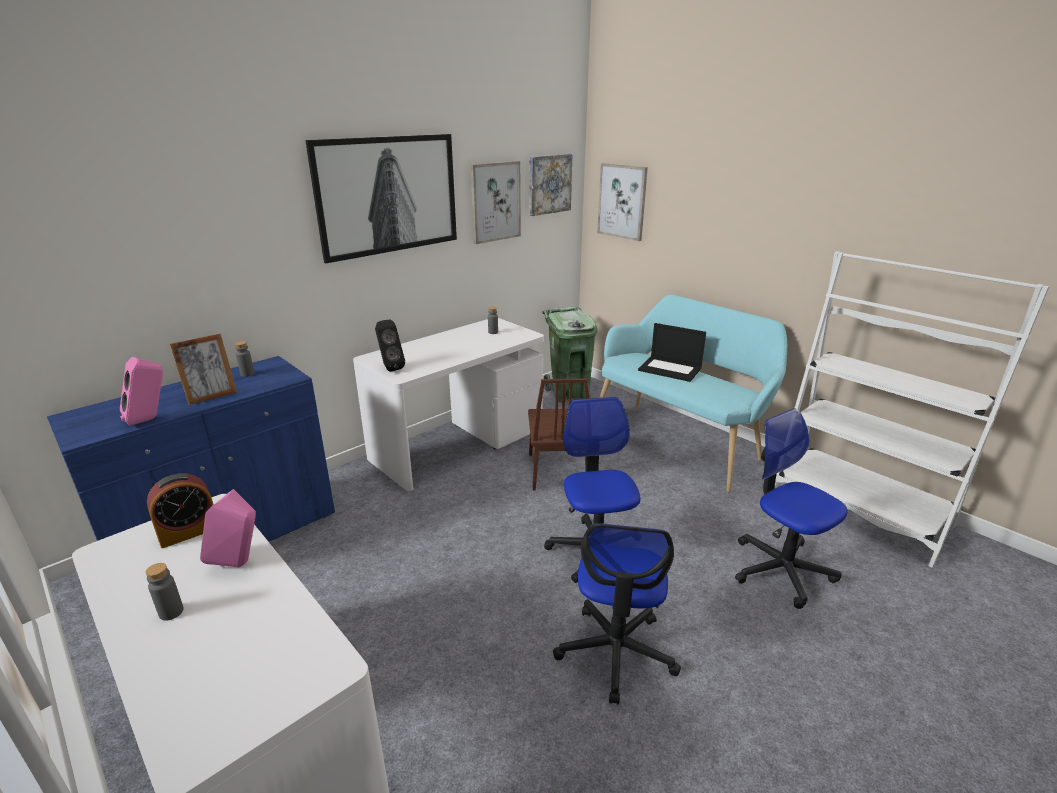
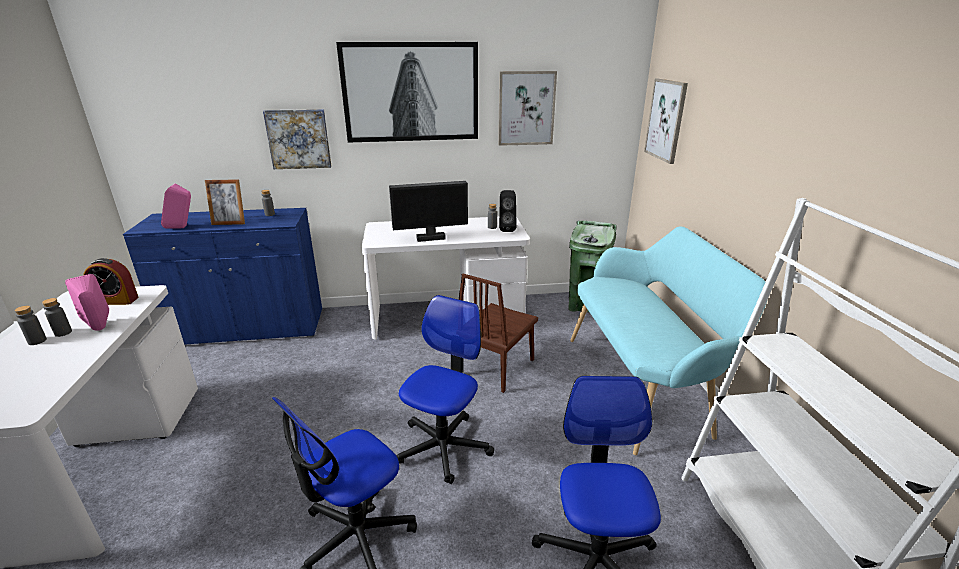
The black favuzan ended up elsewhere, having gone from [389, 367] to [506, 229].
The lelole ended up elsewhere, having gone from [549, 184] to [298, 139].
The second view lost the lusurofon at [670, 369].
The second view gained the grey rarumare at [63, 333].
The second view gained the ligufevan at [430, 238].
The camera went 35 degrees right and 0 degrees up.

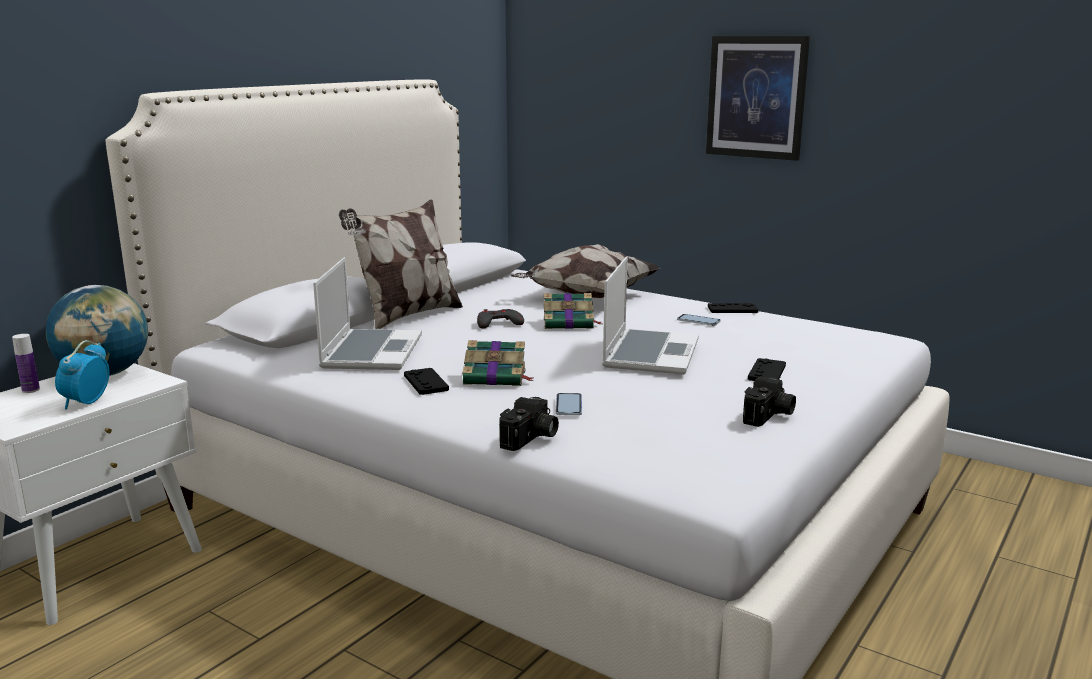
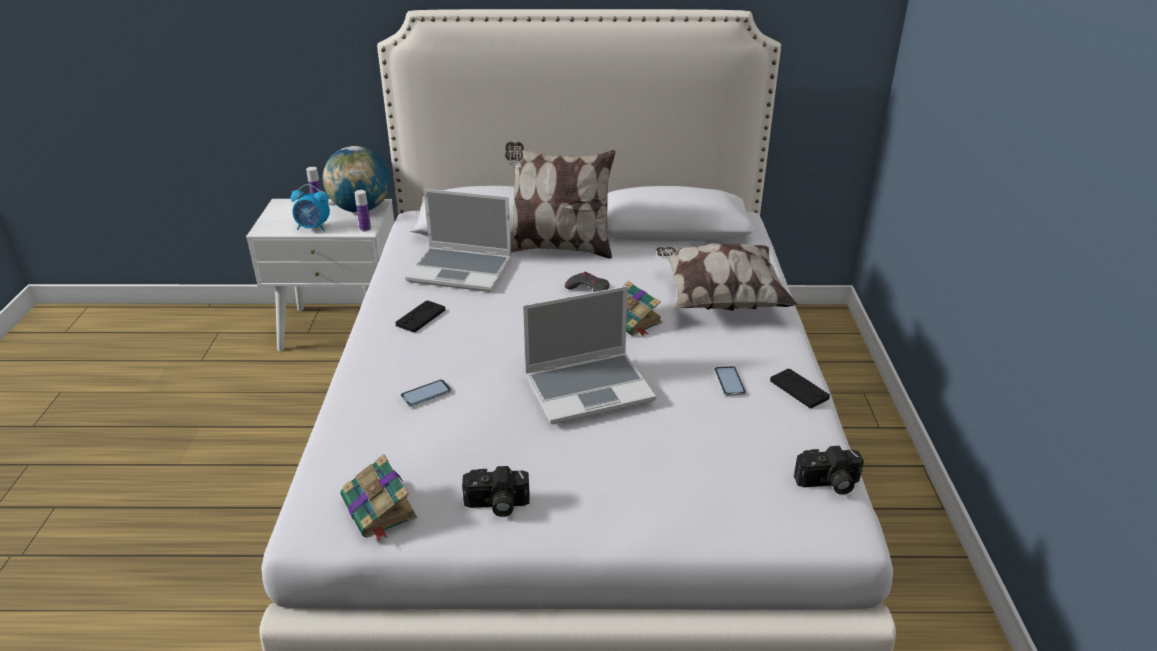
The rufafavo at [86, 403] ended up facing another way, 150 degrees counterclockwise from before.
The lusurofon at [371, 352] ended up facing another way, 45 degrees clockwise from before.
The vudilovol ended up elsewhere, having gone from [496, 377] to [379, 509].
The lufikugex ended up elsewhere, having gone from [531, 438] to [828, 484].
The second view lost the lelole at [756, 97].
The second view lost the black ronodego at [767, 372].
The second view gained the rarumare at [365, 229].
The camera went 55 degrees right and 15 degrees up.

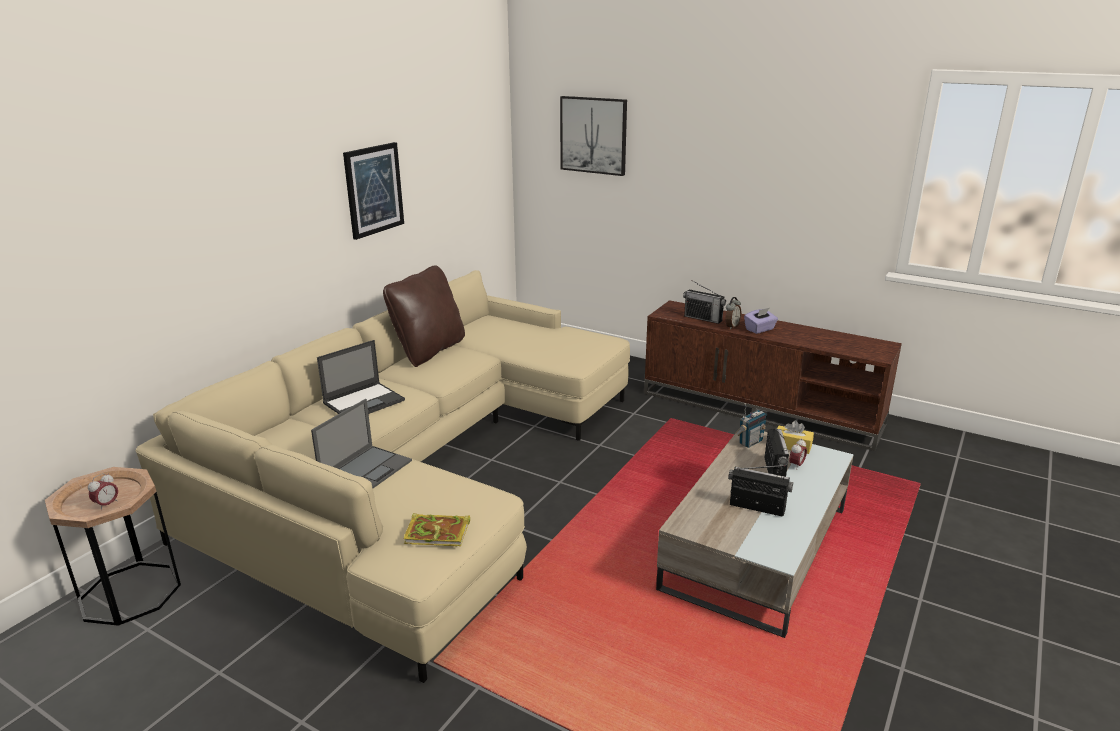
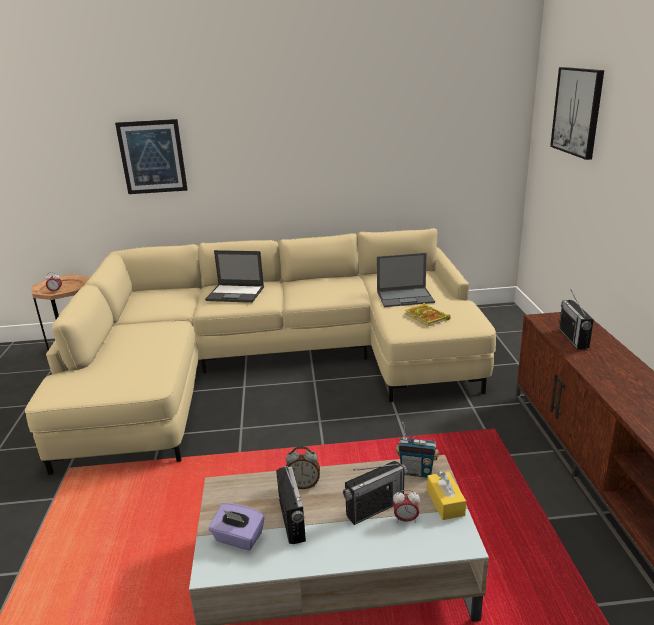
The lusurofon ended up elsewhere, having gone from [366, 470] to [406, 297].
The lelole ended up elsewhere, having gone from [373, 190] to [152, 157].
The second view lost the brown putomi at [429, 351].
The vudilovol ended up elsewhere, having gone from [439, 533] to [427, 317].
The rufafavo ended up elsewhere, having gone from [731, 326] to [303, 484].
The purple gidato ended up elsewhere, having gone from [760, 329] to [238, 538].
The camera went 55 degrees right and 0 degrees up.

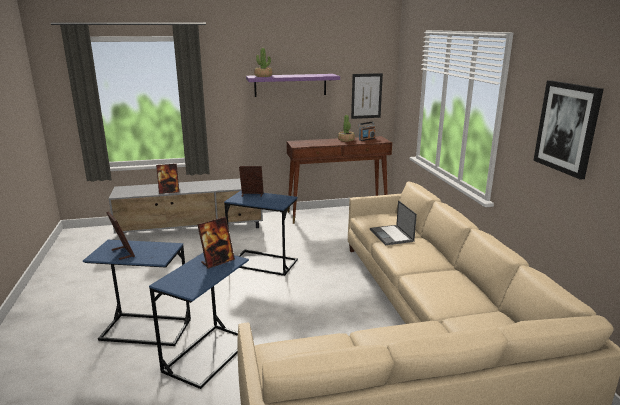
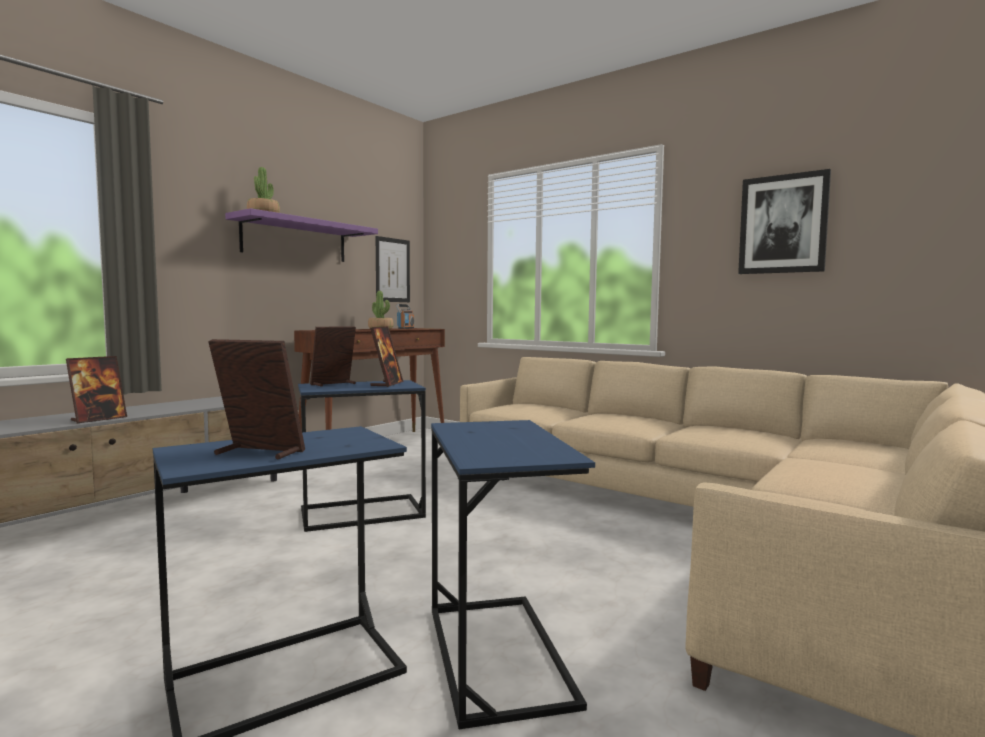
The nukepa ended up elsewhere, having gone from [217, 261] to [387, 384].
The second view lost the lusurofon at [392, 235].
The camera went 40 degrees left and 15 degrees down.

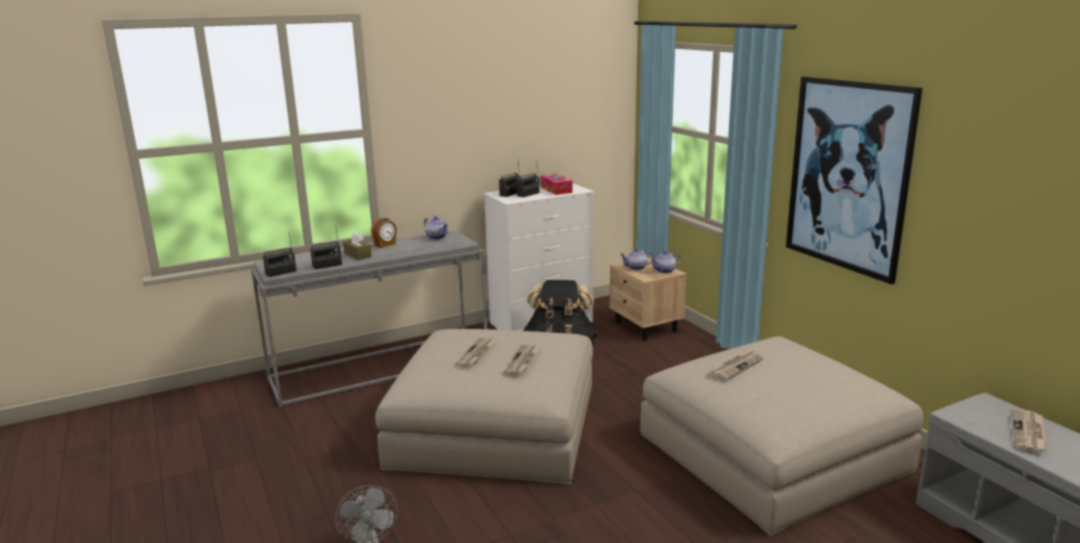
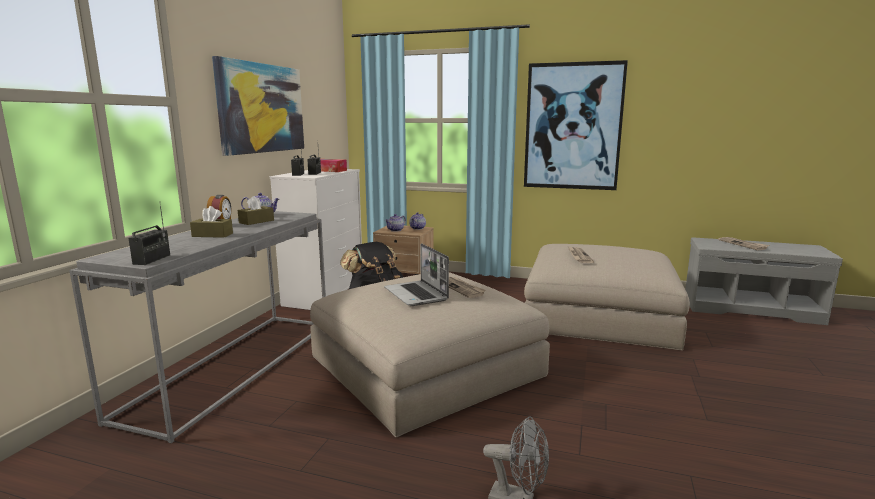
The second view lost the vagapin at [327, 265].
Where the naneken stood at [477, 354], the lusurofon came to stand at [417, 295].
The second view gained the lelole at [262, 108].
The second view gained the brown gidato at [256, 221].
The camera went 45 degrees left and 5 degrees down.

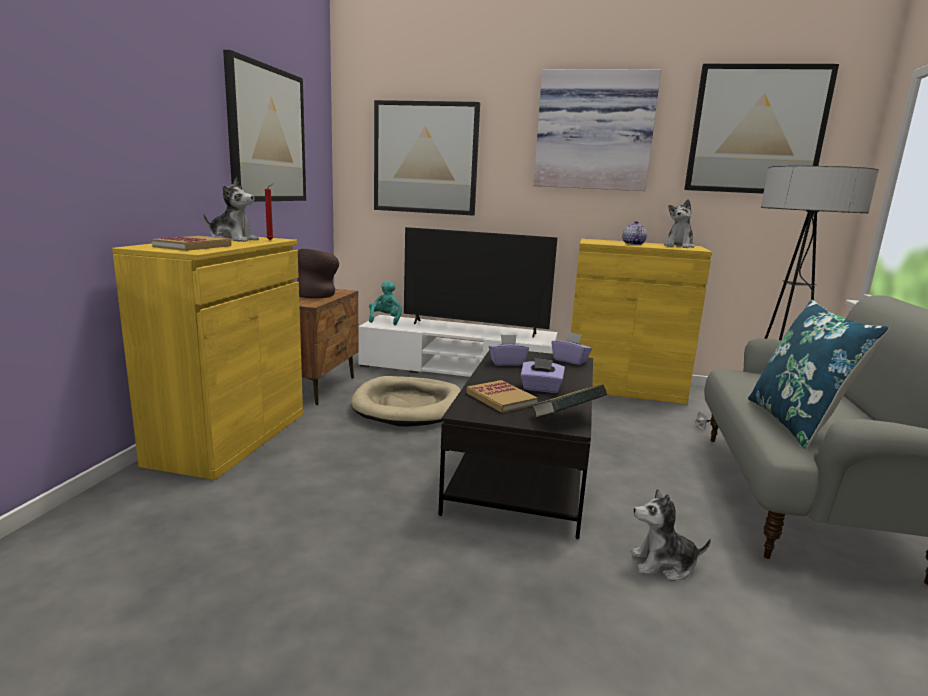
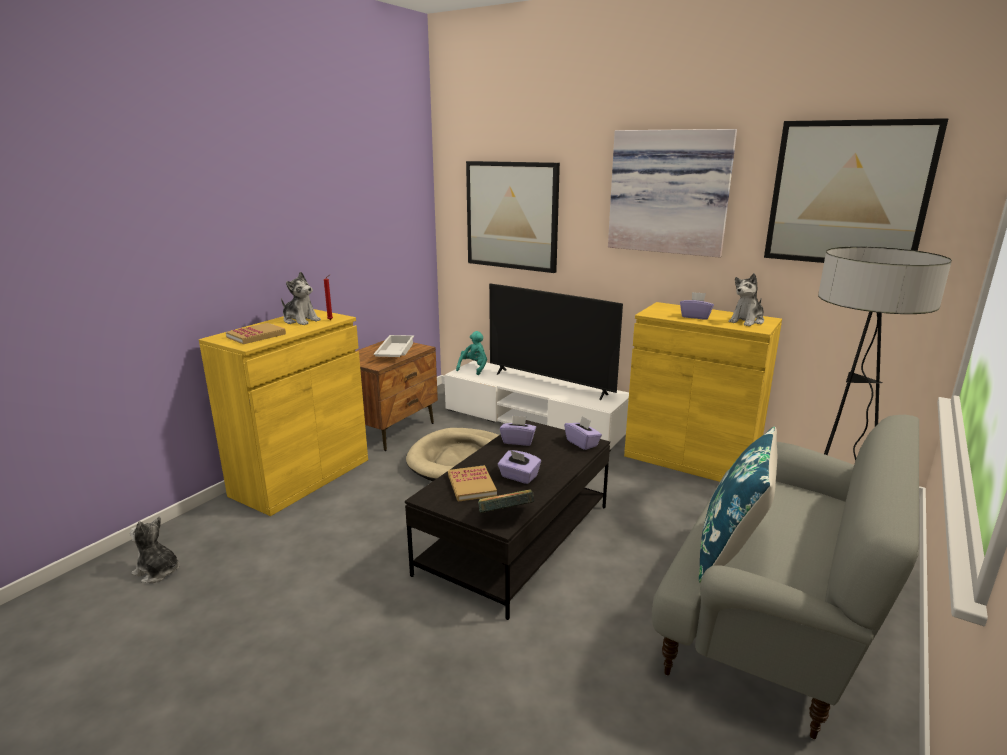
The second view lost the lelole at [267, 135].
Where the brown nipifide stood at [317, 295], the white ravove came to stand at [394, 352].
Where the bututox stood at [633, 244], the purple gidato came to stand at [695, 316].
The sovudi ended up elsewhere, having gone from [663, 565] to [158, 571].
The camera went 20 degrees right and 5 degrees up.

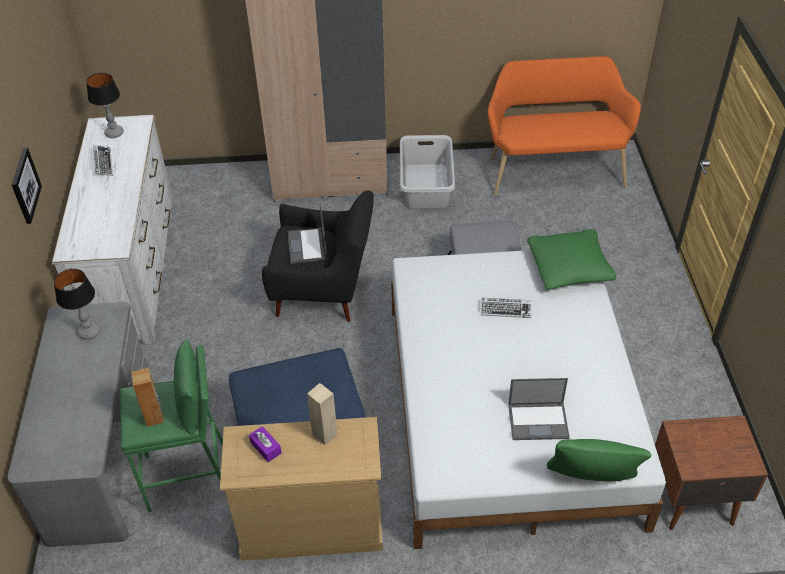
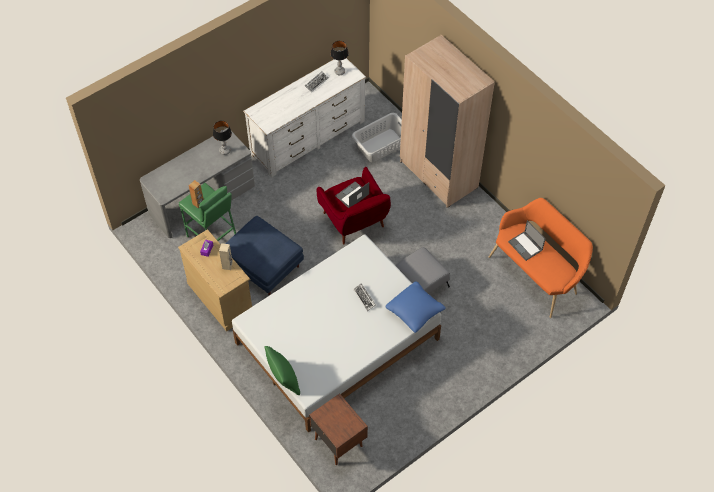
The second view lost the lelole at [25, 185].
What was the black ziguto at [324, 291] turned into the red ziguto at [355, 222].
The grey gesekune ended up elsewhere, having gone from [425, 186] to [381, 145].
The lusurofon ended up elsewhere, having gone from [539, 421] to [525, 246].
What was the green putomi at [569, 268] turned into the blue putomi at [415, 311].
The camera went 55 degrees right and 10 degrees up.

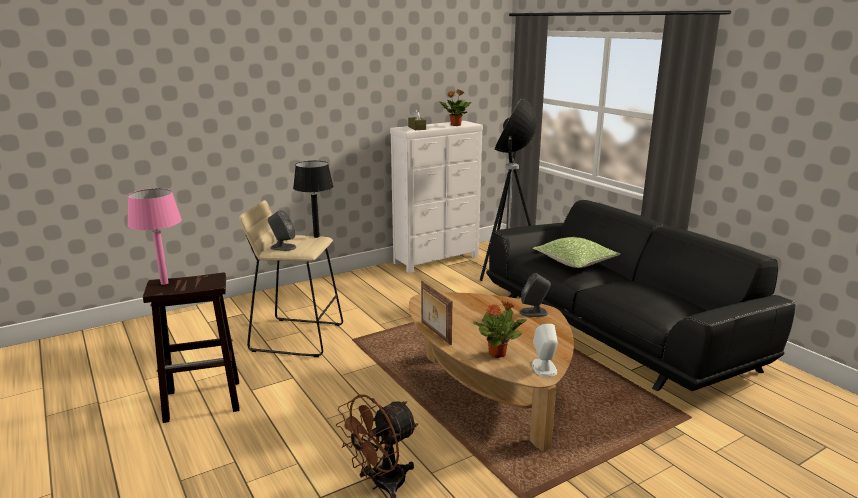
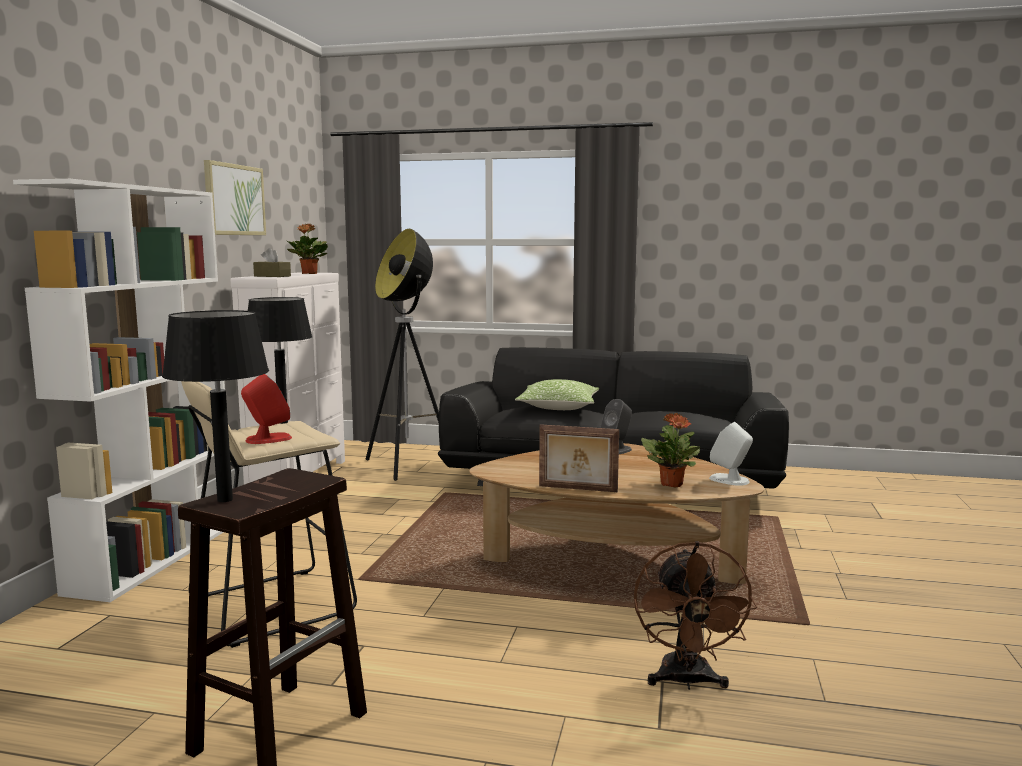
What was the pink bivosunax at [164, 283] turned into the black bivosunax at [225, 500].
What was the grey favuzan at [283, 247] turned into the red favuzan at [268, 439].
The second view gained the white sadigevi at [155, 556].
The second view gained the lelole at [234, 200].
The camera went 45 degrees left and 10 degrees down.

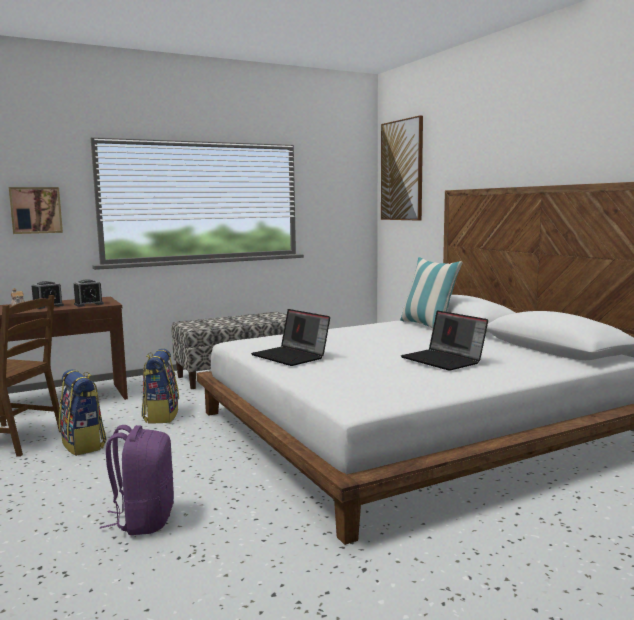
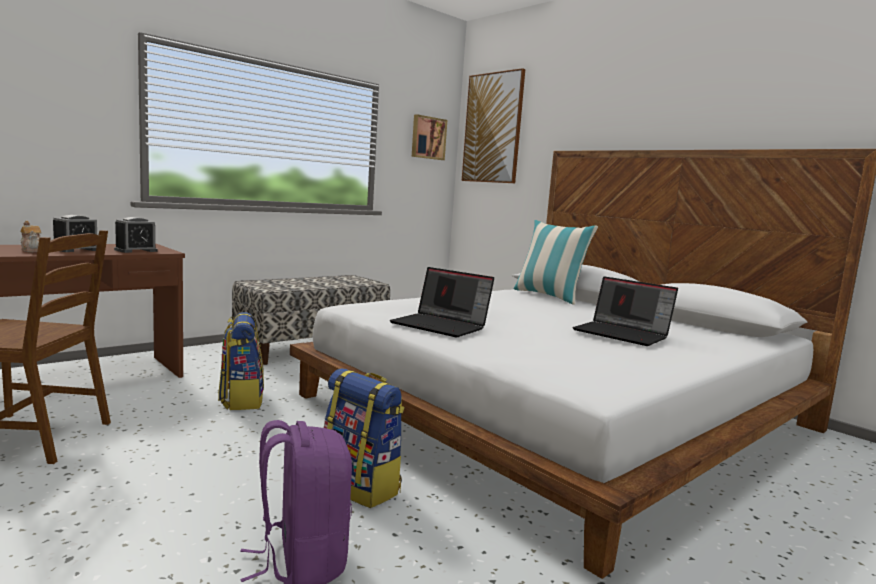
The lelole ended up elsewhere, having gone from [36, 210] to [428, 138].
The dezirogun ended up elsewhere, having gone from [84, 445] to [361, 486].
The camera went 15 degrees left and 0 degrees up.

